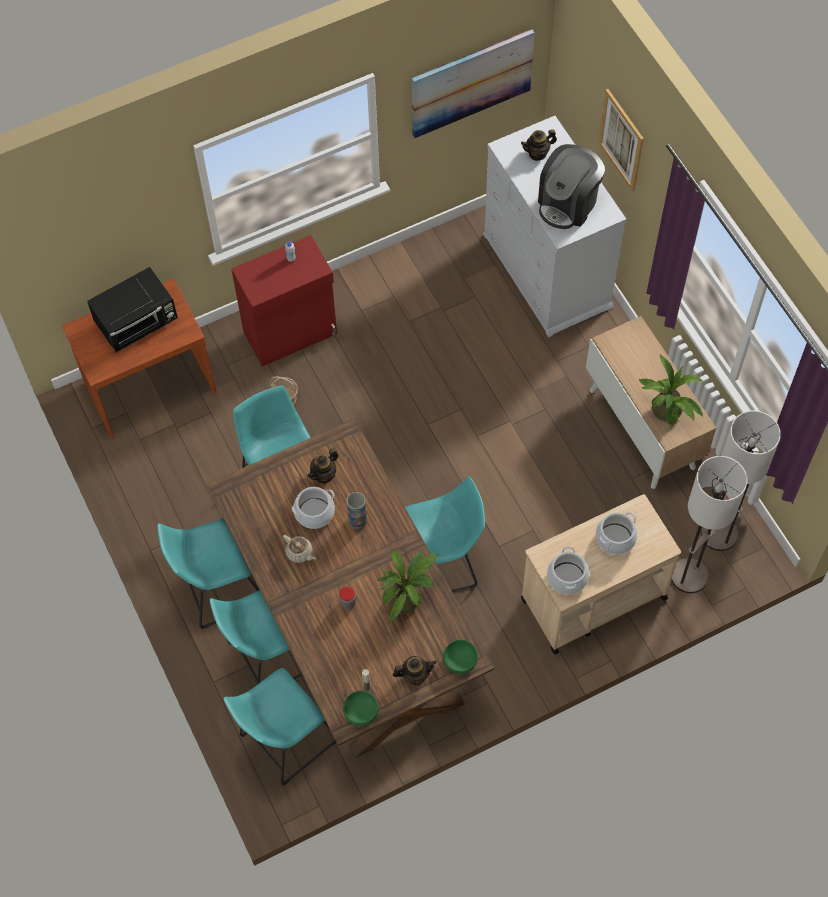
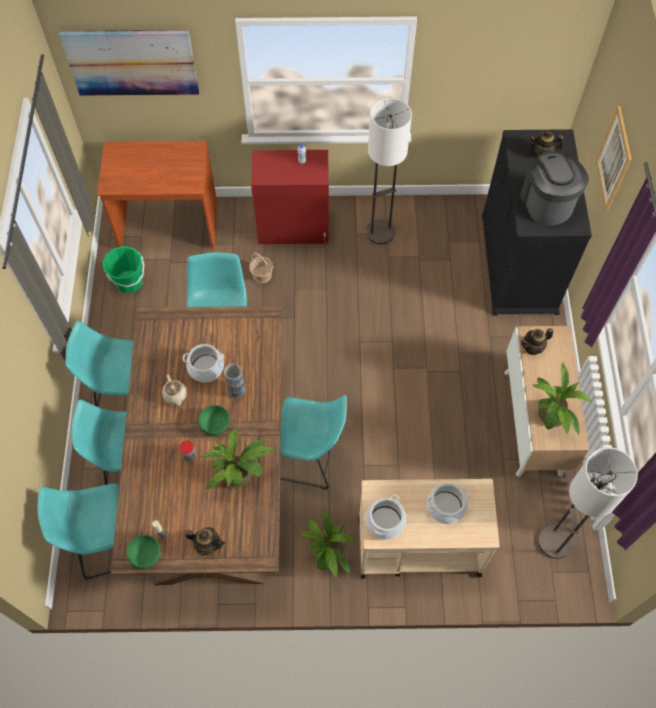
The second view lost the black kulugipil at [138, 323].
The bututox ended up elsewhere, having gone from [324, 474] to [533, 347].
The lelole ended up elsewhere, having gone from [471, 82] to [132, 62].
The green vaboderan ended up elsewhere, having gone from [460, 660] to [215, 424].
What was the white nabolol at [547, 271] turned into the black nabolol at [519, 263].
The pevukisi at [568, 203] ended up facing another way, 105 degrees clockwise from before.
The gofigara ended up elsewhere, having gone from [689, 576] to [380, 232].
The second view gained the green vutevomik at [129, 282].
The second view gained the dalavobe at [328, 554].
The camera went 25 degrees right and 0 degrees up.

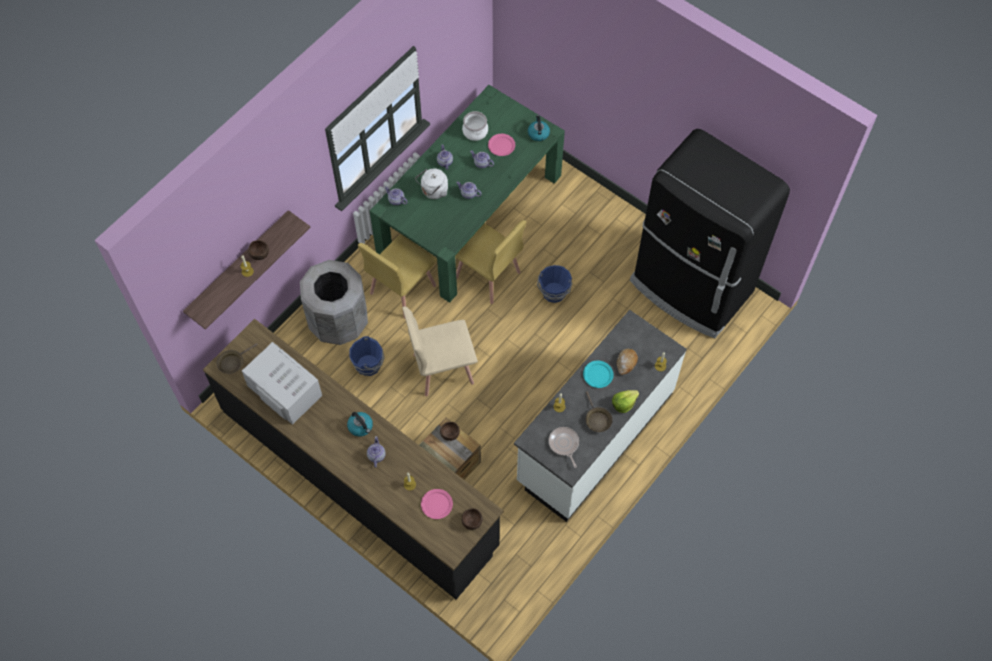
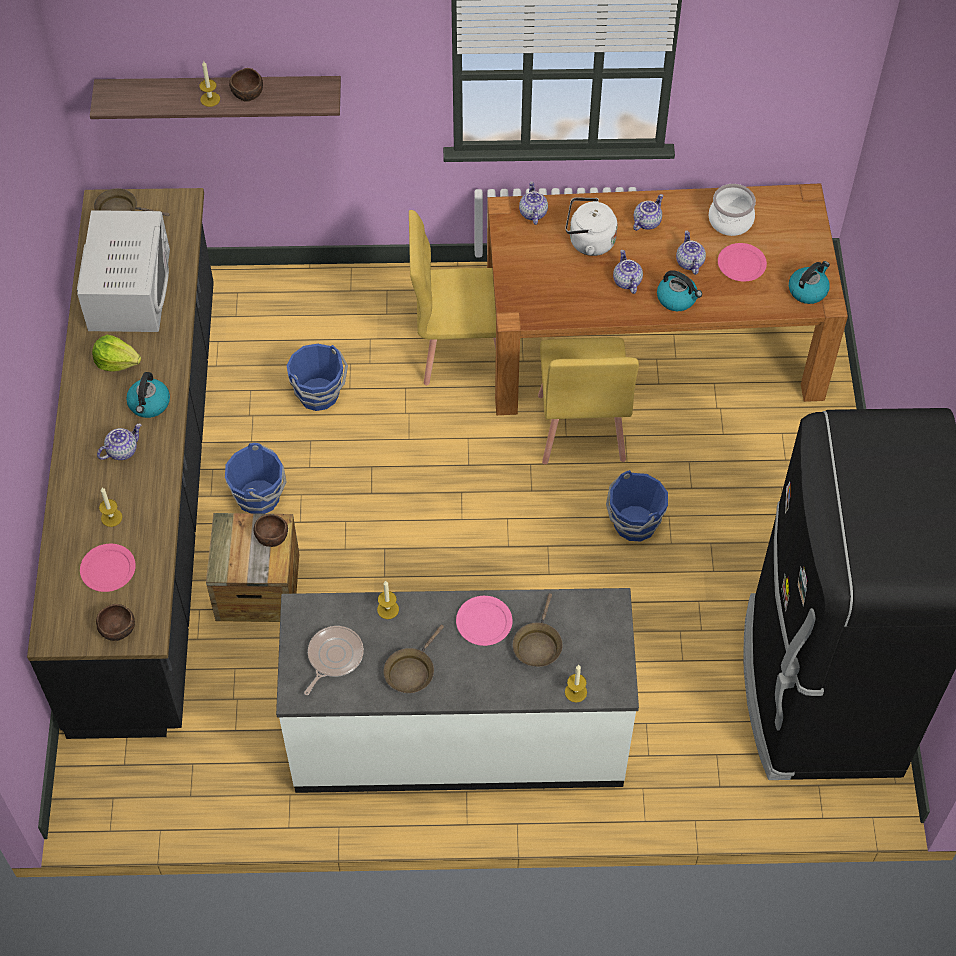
The second view lost the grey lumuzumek at [338, 322].
What was the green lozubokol at [470, 214] turned into the brown lozubokol at [652, 341].
The second view lost the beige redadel at [442, 368].
What was the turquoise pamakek at [597, 374] turned into the pink pamakek at [484, 621].
The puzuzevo ended up elsewhere, having gone from [624, 403] to [117, 361].
Where the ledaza stood at [626, 363], the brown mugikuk came to stand at [537, 644].
The second view gained the blue vutevomik at [260, 496].
The second view gained the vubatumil at [677, 298].
The camera went 50 degrees right and 5 degrees down.

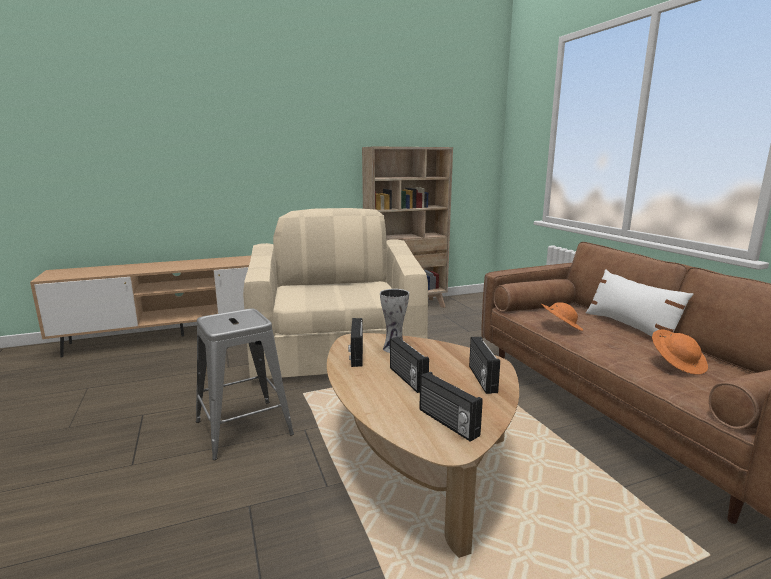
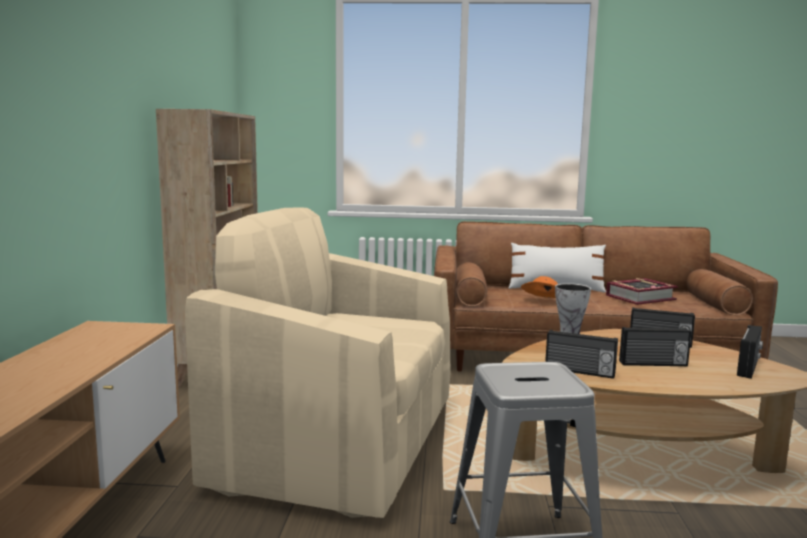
The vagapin at [447, 423] ended up facing another way, 45 degrees counterclockwise from before.
Where the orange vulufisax stood at [677, 364], the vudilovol came to stand at [640, 297].
The camera went 65 degrees left and 5 degrees down.

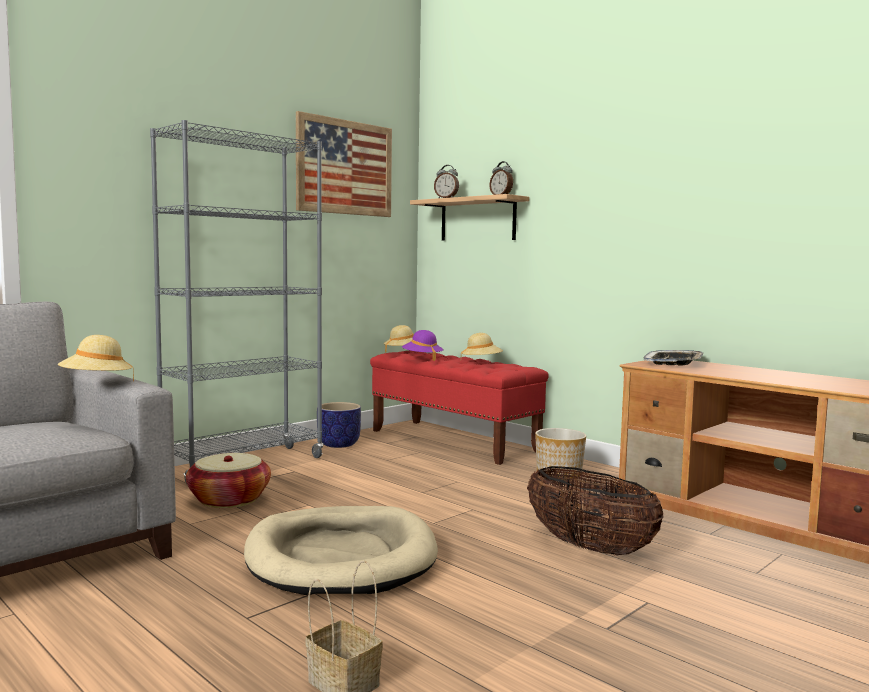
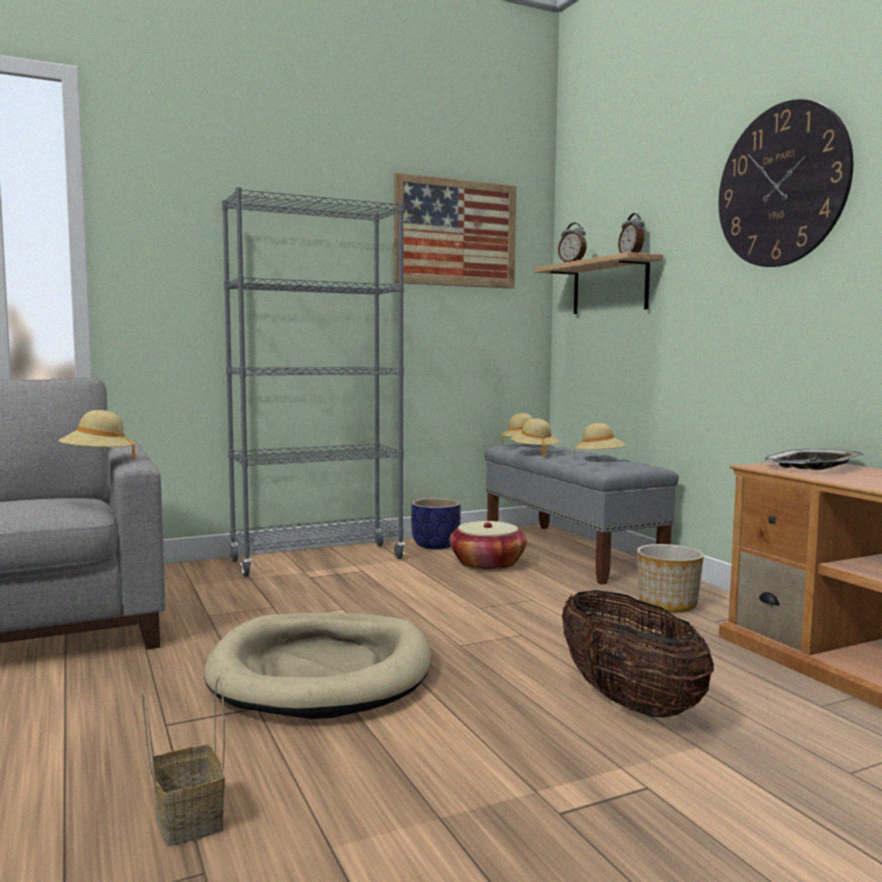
The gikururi ended up elsewhere, having gone from [229, 500] to [487, 564].
What was the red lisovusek at [453, 441] turned into the grey lisovusek at [570, 552].
What was the purple vulufisax at [422, 358] turned into the beige vulufisax at [534, 452].
The second view gained the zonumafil at [781, 185].
The camera went 20 degrees right and 0 degrees up.

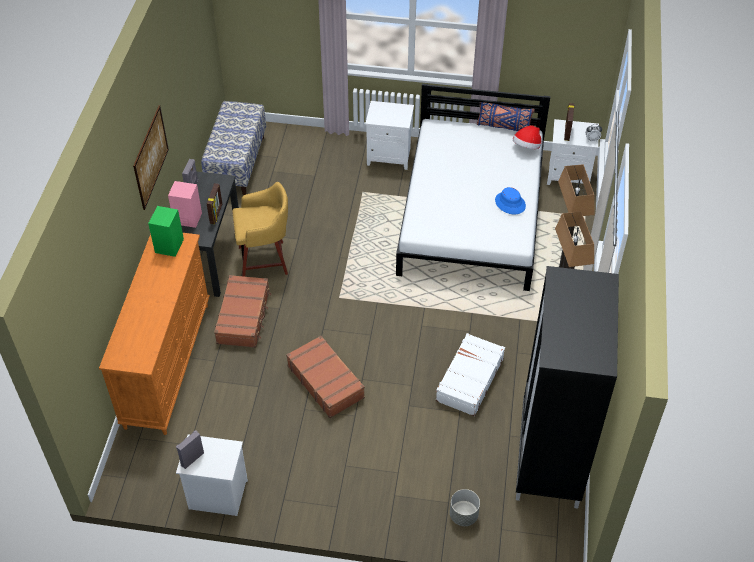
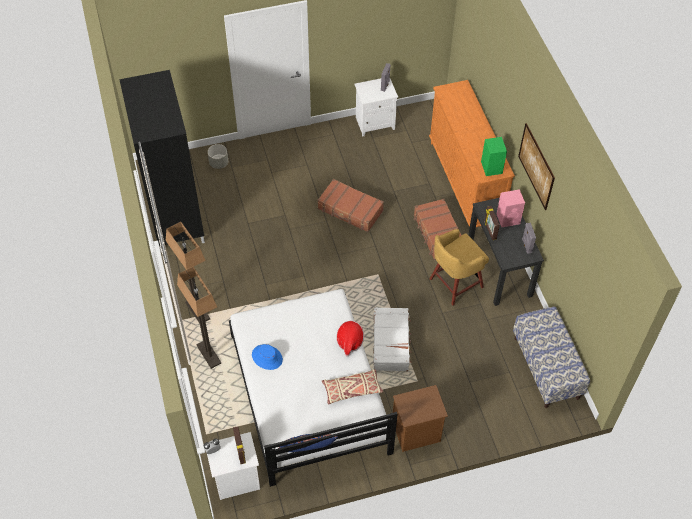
What was the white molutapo at [390, 156] turned into the brown molutapo at [416, 433].
The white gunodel ended up elsewhere, having gone from [469, 380] to [391, 343].
The vulufisax ended up elsewhere, having gone from [526, 147] to [349, 341].
The second view gained the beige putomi at [352, 389].
The camera went 155 degrees right and 5 degrees up.

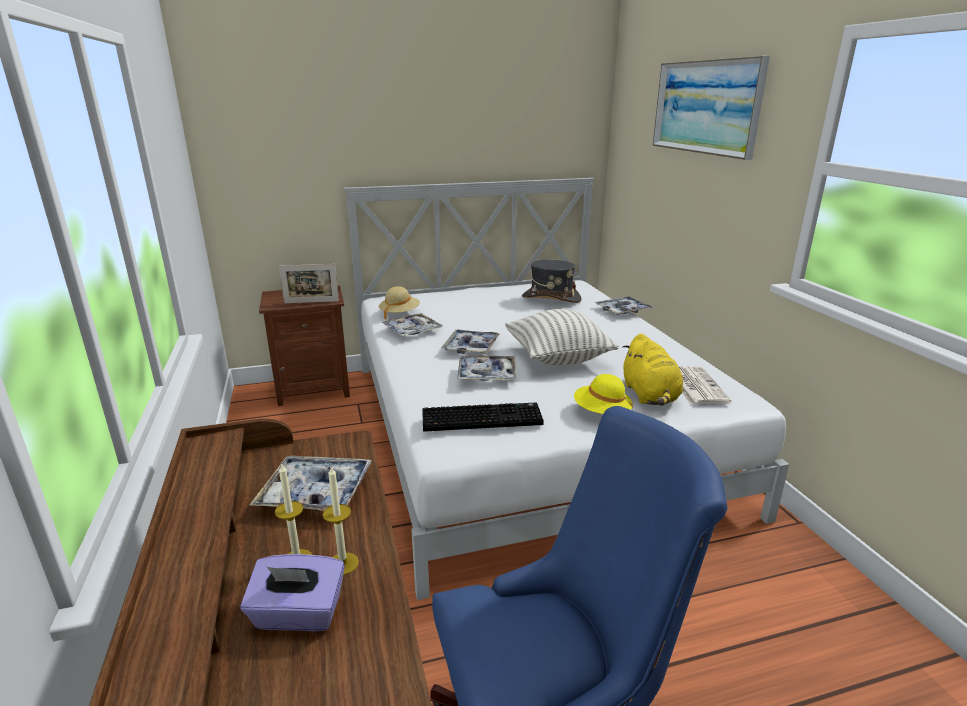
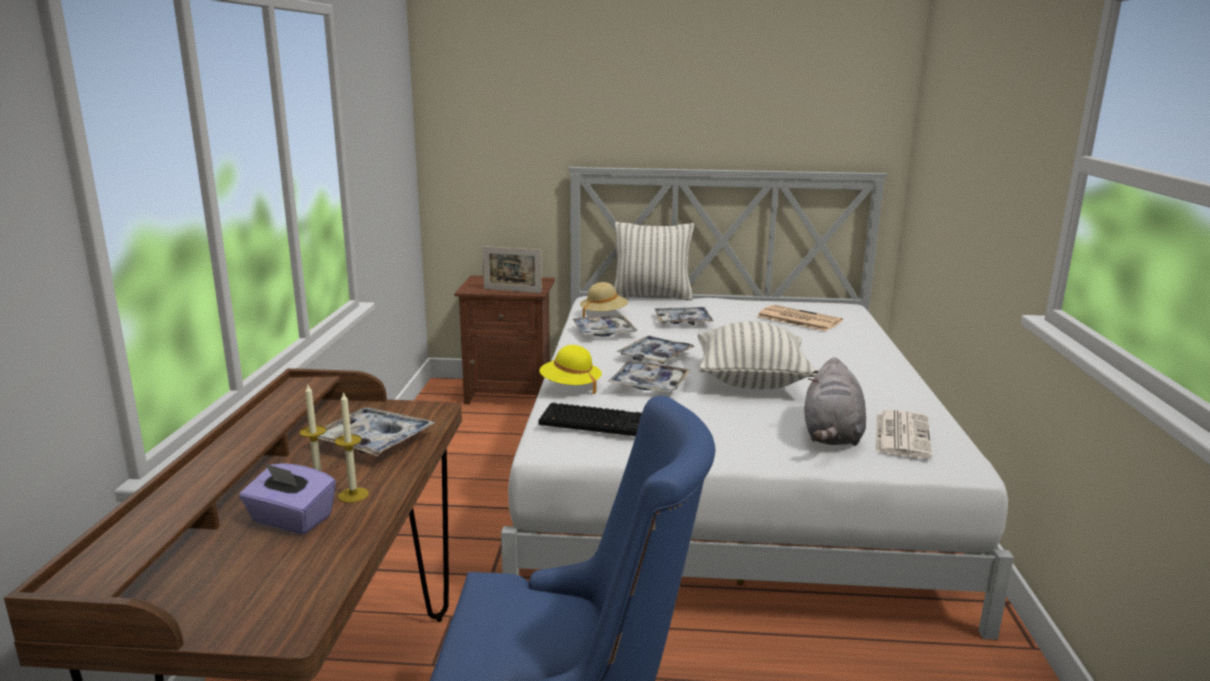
Where the grey vulufisax stood at [551, 298], the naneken came to stand at [797, 319].
The yellow vulufisax ended up elsewhere, having gone from [601, 413] to [570, 386].
The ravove ended up elsewhere, having gone from [622, 311] to [682, 321].
What was the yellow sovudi at [650, 396] turned into the grey sovudi at [831, 435].
The second view lost the lelole at [706, 107].
The second view gained the putomi at [652, 297].
The camera went 20 degrees right and 5 degrees down.

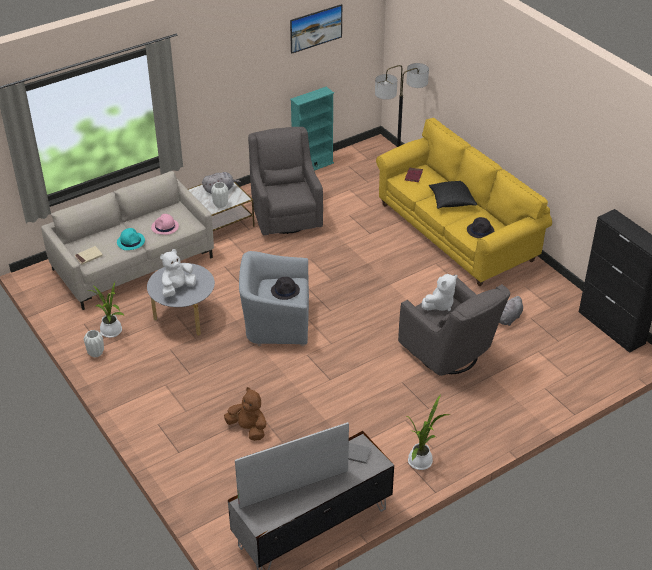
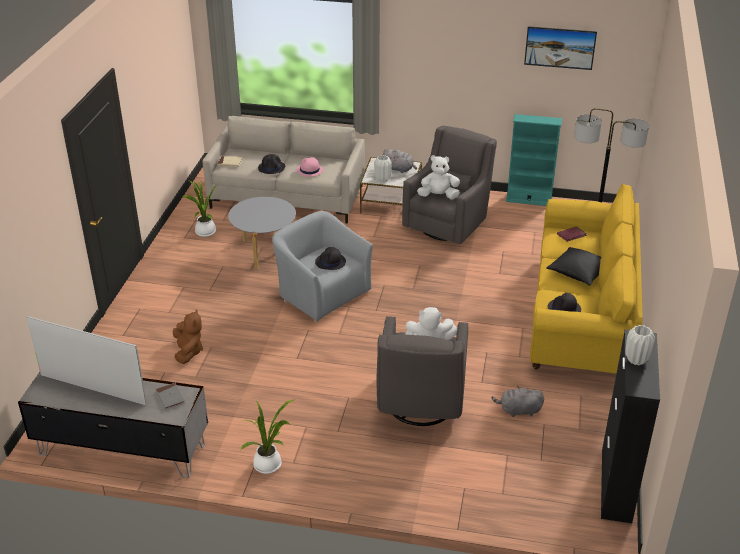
The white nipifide ended up elsewhere, having gone from [95, 353] to [636, 360].
What was the turquoise vulufisax at [131, 241] turned into the black vulufisax at [272, 167].
The white sovudi ended up elsewhere, having gone from [177, 288] to [438, 196].
The camera went 45 degrees right and 5 degrees down.

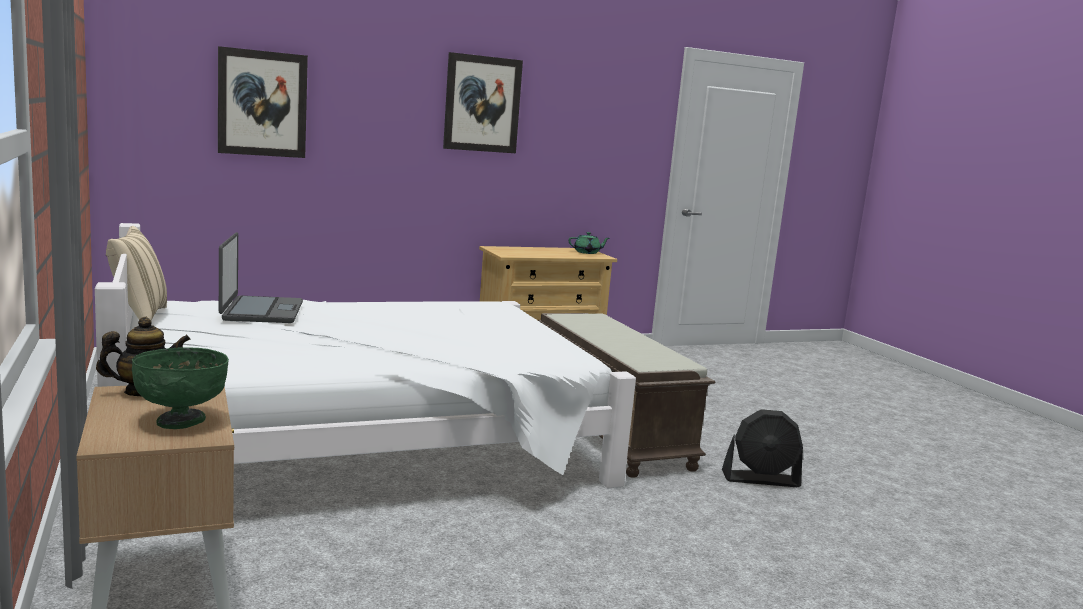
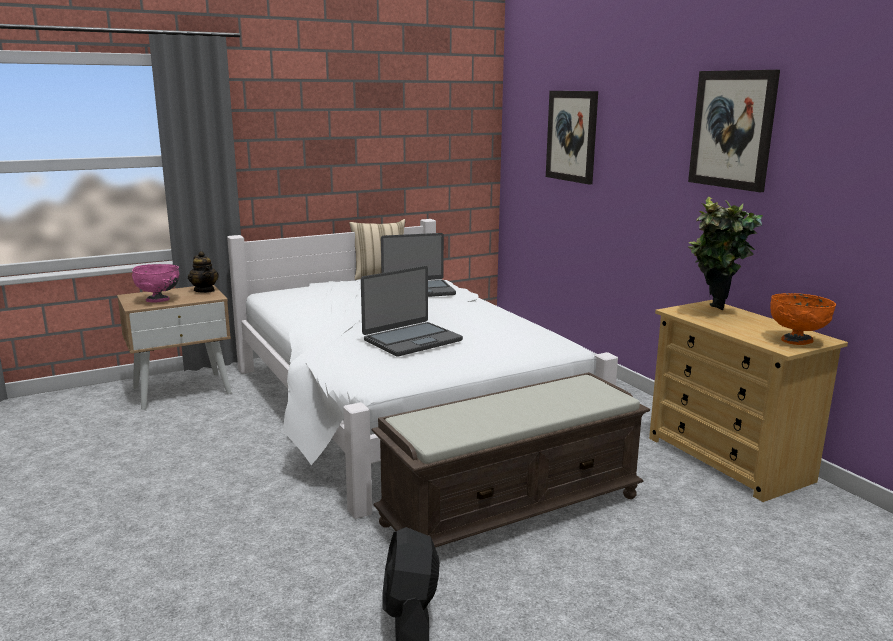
What was the green vaboderan at [181, 421] turned into the pink vaboderan at [158, 300].
Where the green bututox stood at [587, 252], the orange vaboderan came to stand at [796, 341].
The second view gained the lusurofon at [412, 340].
The second view gained the dalavobe at [713, 313].
The camera went 85 degrees right and 5 degrees up.

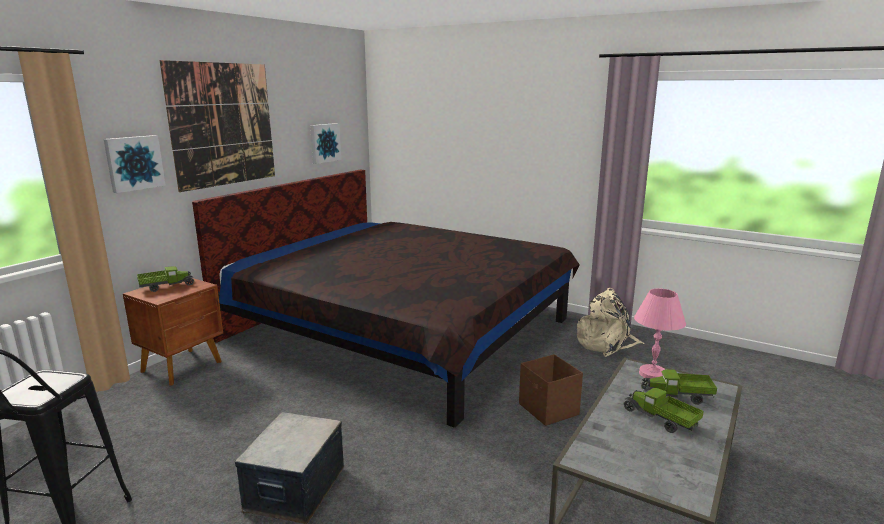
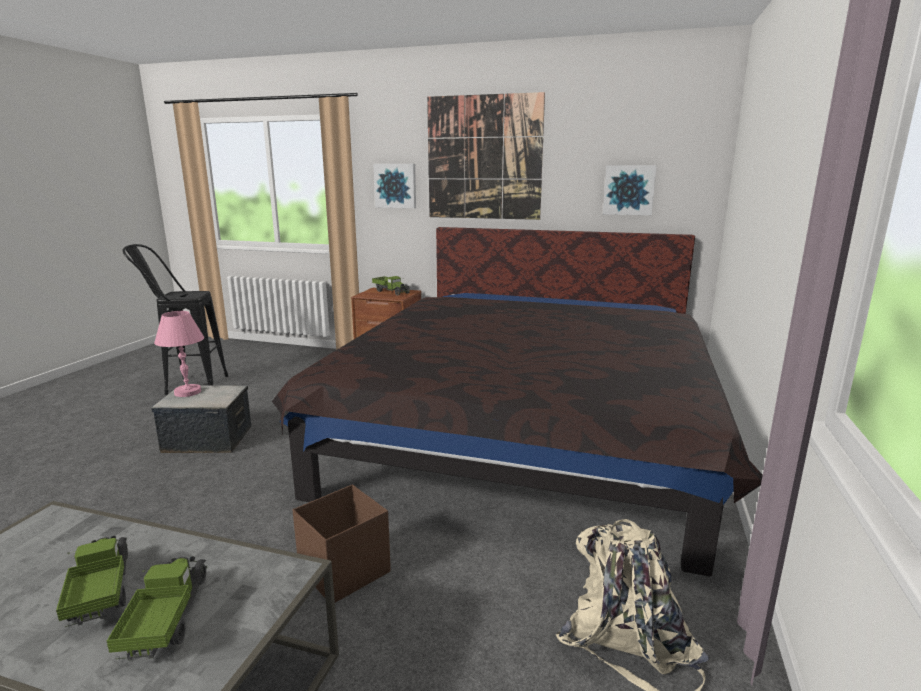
The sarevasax at [660, 419] ended up facing another way, 60 degrees counterclockwise from before.
The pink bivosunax ended up elsewhere, having gone from [652, 374] to [188, 392].
The camera went 75 degrees right and 0 degrees up.

